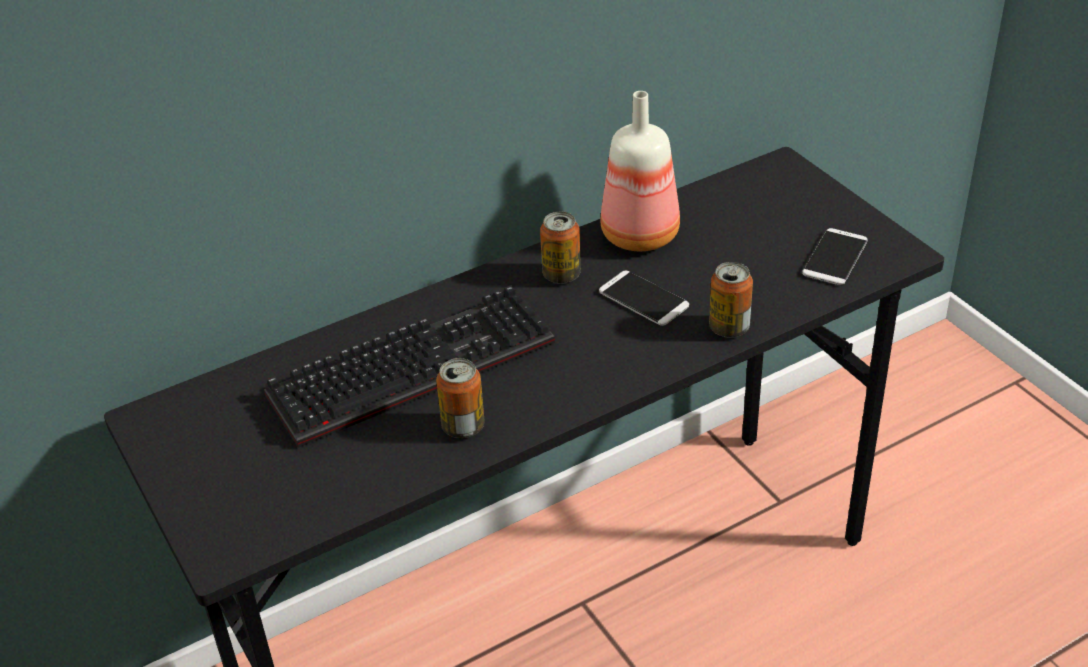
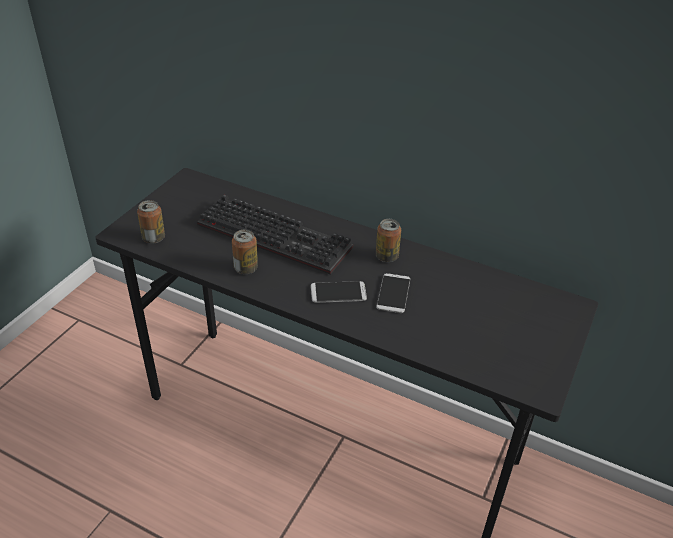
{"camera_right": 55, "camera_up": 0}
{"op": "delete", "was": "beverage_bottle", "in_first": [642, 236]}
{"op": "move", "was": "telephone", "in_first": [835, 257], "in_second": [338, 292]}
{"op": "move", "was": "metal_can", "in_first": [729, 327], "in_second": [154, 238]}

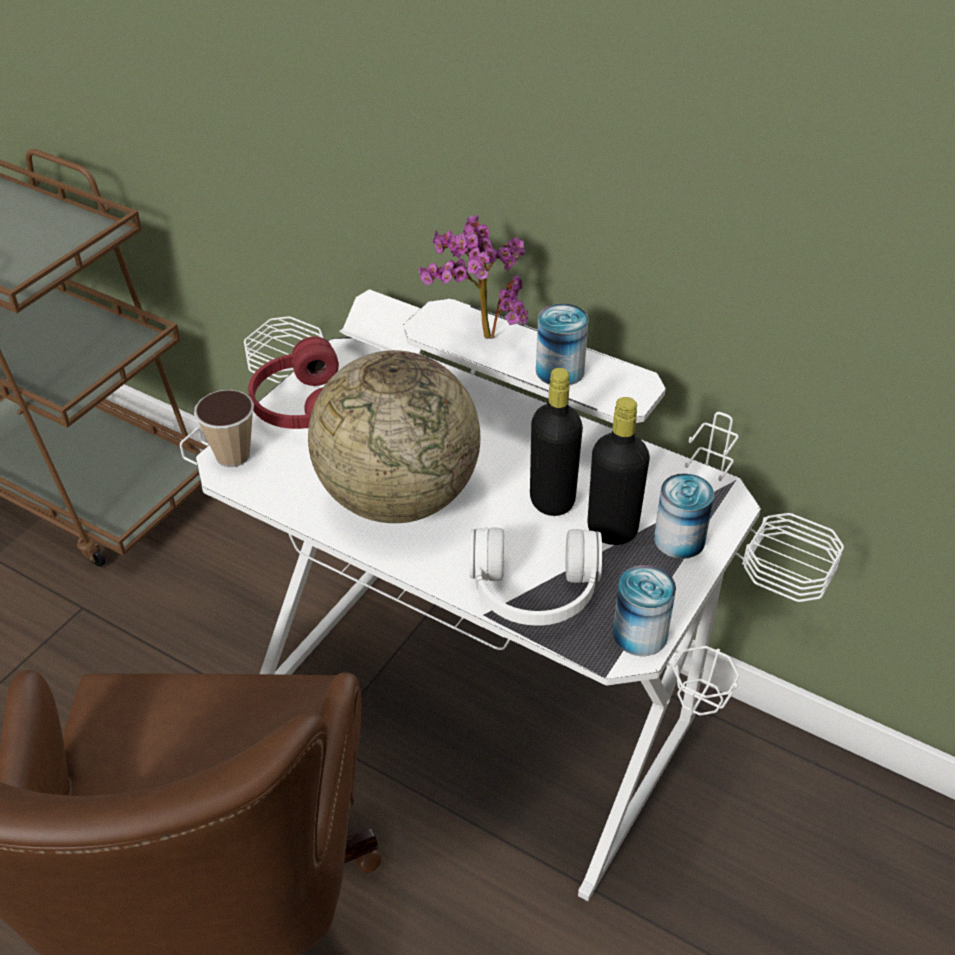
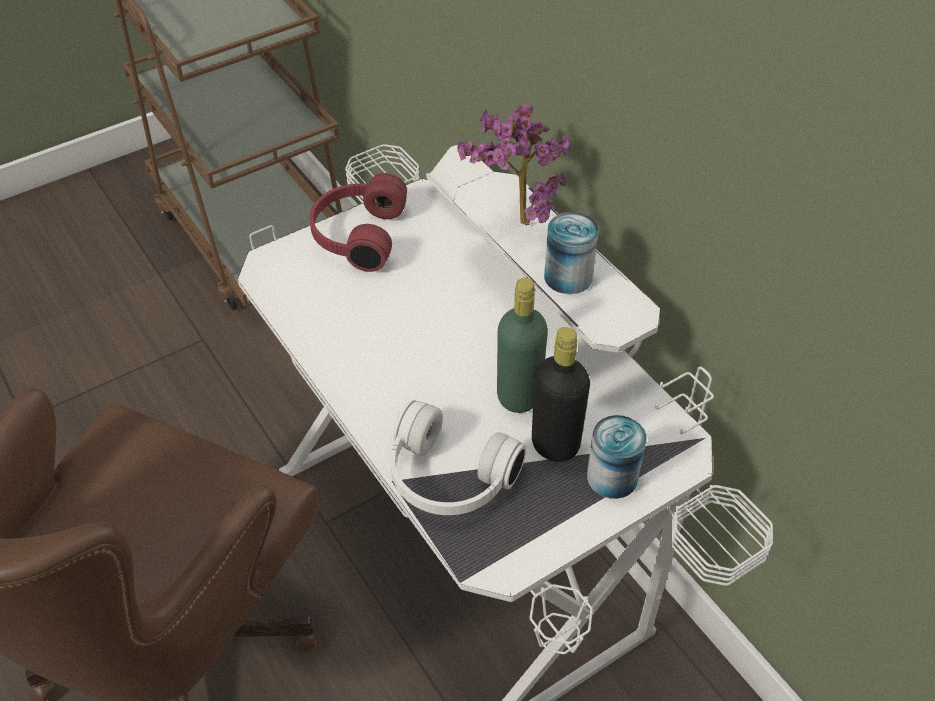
{"camera_right": 25, "camera_up": 5}
{"op": "delete", "was": "desk_globe", "in_first": [398, 497]}
{"op": "recolor", "was": "black_beverage_bottle", "now": "greenish_beverage_bottle", "in_first": [552, 500], "in_second": [518, 396]}
{"op": "delete", "was": "drinking_cup", "in_first": [233, 455]}
{"op": "delete", "was": "metal_can", "in_first": [640, 634]}

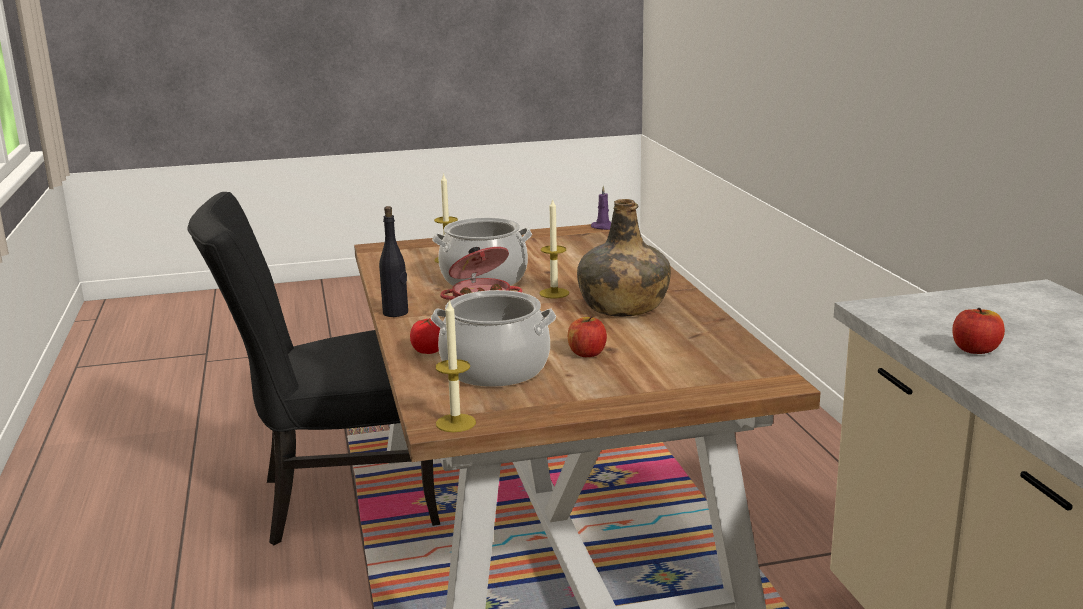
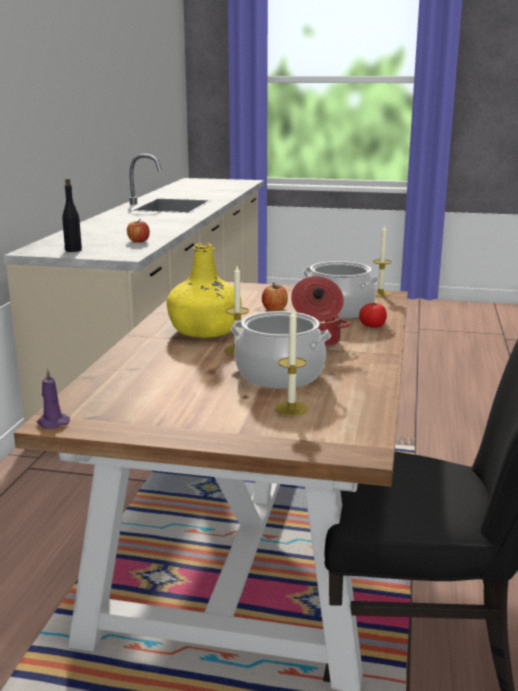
{"camera_right": -155, "camera_up": 0}
{"op": "recolor", "was": "greenish_beverage_bottle", "now": "yellow-coloured_beverage_bottle", "in_first": [622, 307], "in_second": [206, 330]}
{"op": "move", "was": "black_beverage_bottle", "in_first": [396, 313], "in_second": [73, 250]}

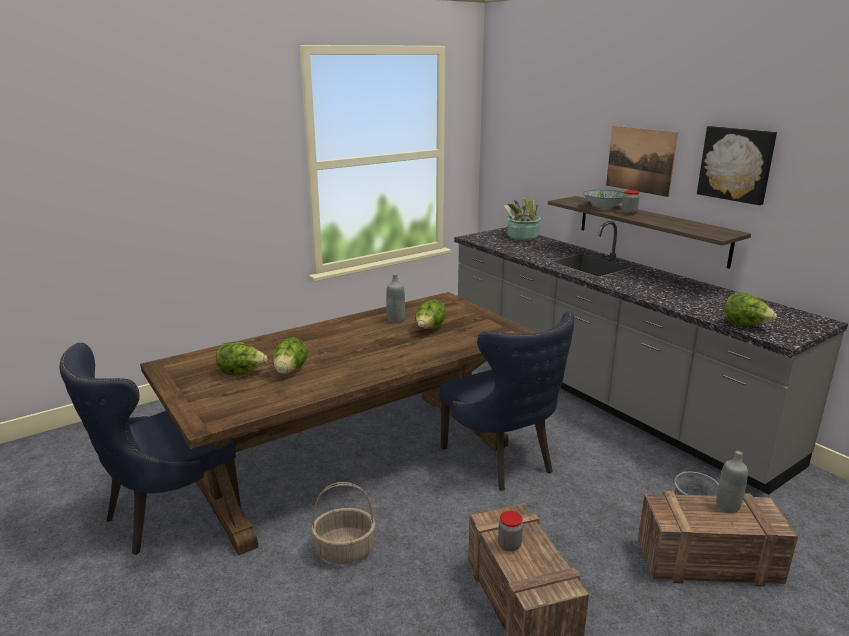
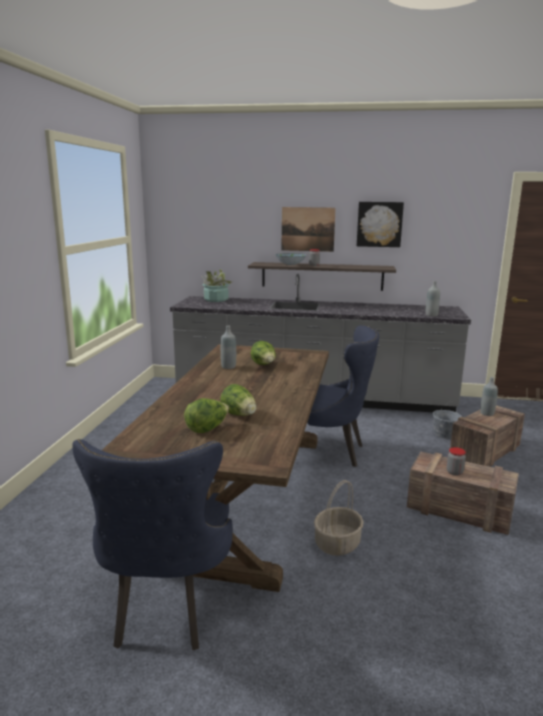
{"camera_right": -45, "camera_up": -5}
{"op": "replace", "was": "lettuce_head", "now": "gray_beverage_bottle", "in_first": [745, 325], "in_second": [431, 315]}

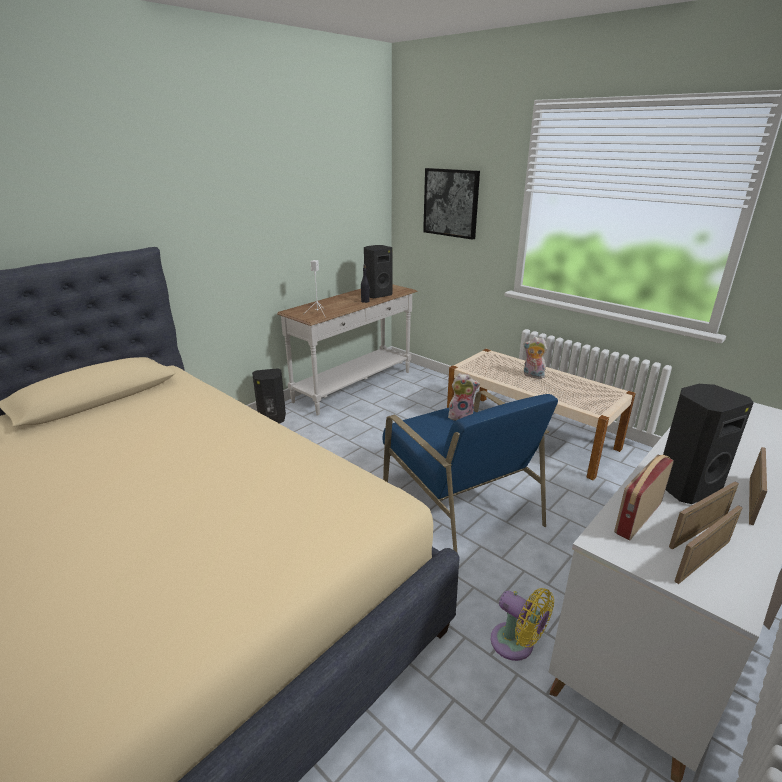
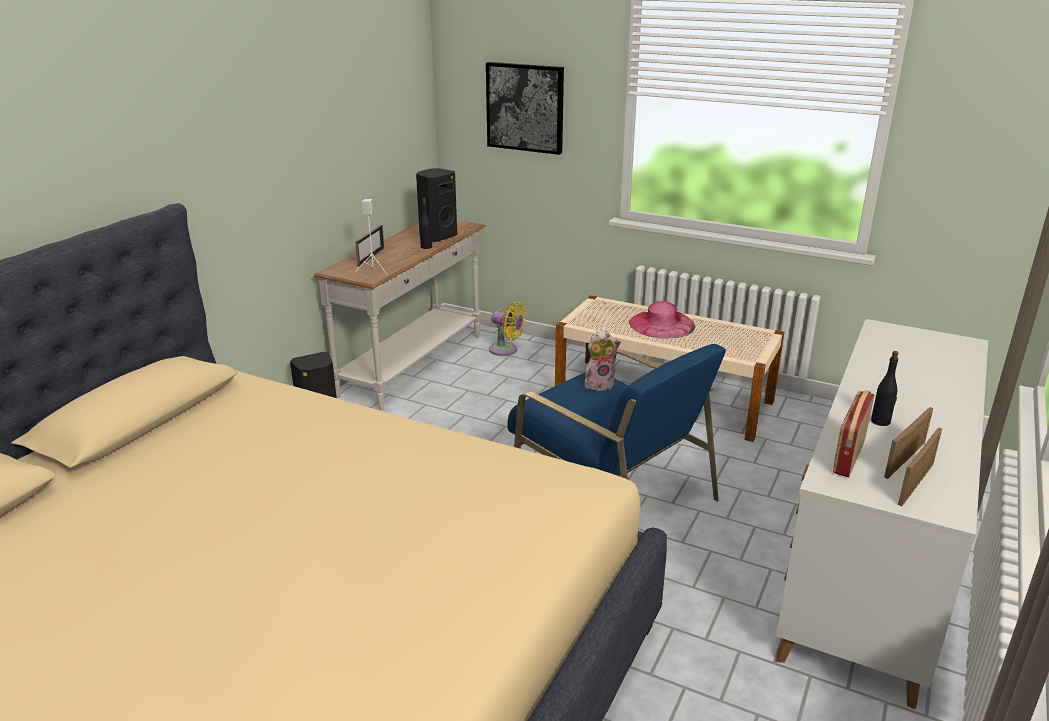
{"camera_right": -15, "camera_up": 0}
{"op": "replace", "was": "soft_toy", "now": "pink-coloured_wearable_hat", "in_first": [532, 376], "in_second": [661, 324]}
{"op": "replace", "was": "black_audio_speaker", "now": "black_beverage_bottle", "in_first": [685, 487], "in_second": [880, 421]}
{"op": "move", "was": "standing_frame", "in_first": [751, 500], "in_second": [371, 257]}
{"op": "move", "was": "yellow-coloured_electric_fan", "in_first": [516, 644], "in_second": [506, 350]}

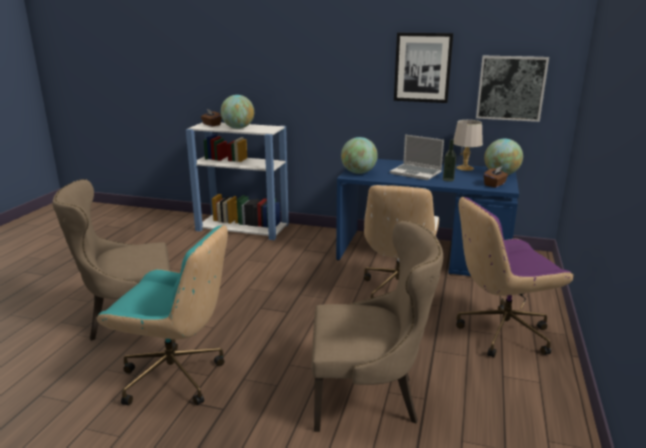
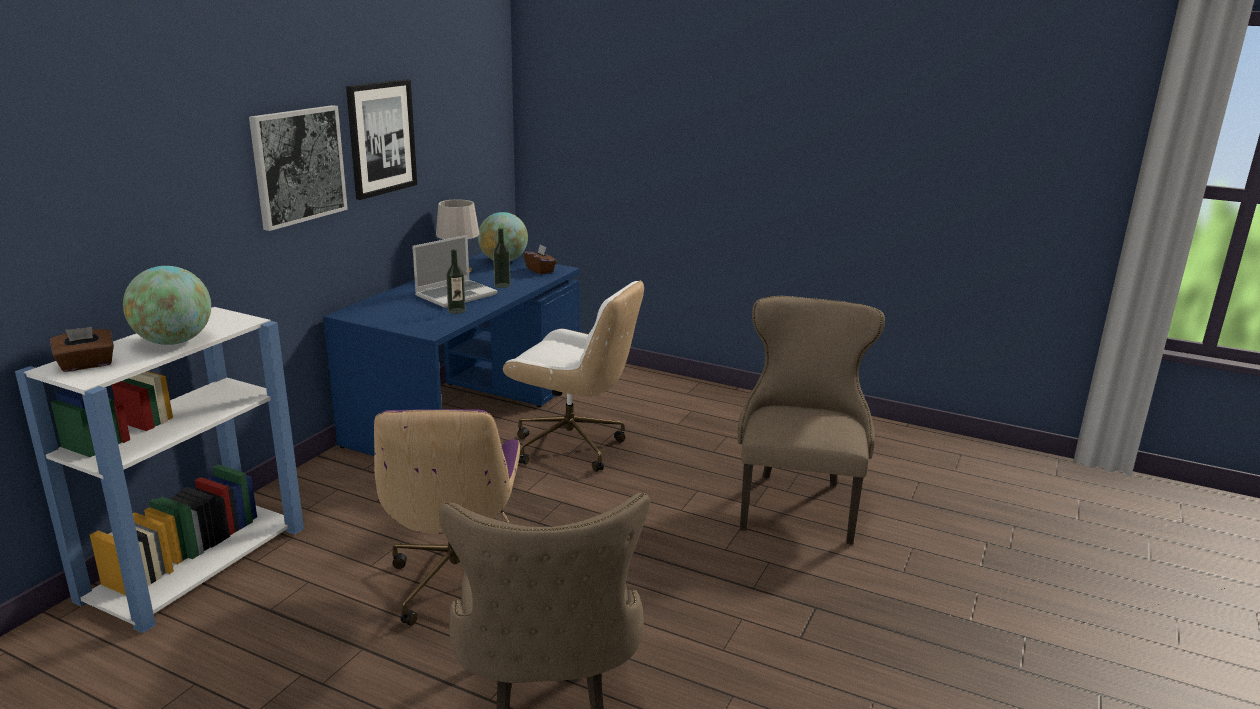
{"camera_right": -80, "camera_up": 0}
{"op": "move", "was": "wall_art", "in_first": [511, 88], "in_second": [298, 165]}
{"op": "delete", "was": "desk_globe", "in_first": [358, 173]}
{"op": "move", "was": "purplish_office_chair", "in_first": [501, 334], "in_second": [455, 587]}
{"op": "delete", "was": "turquoise_office_chair", "in_first": [176, 379]}
{"op": "insert", "now": "beverage_bottle", "in_second": [456, 311]}

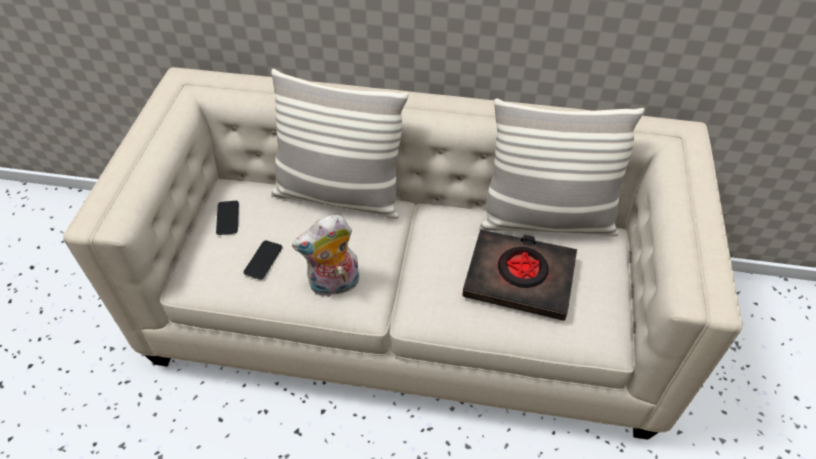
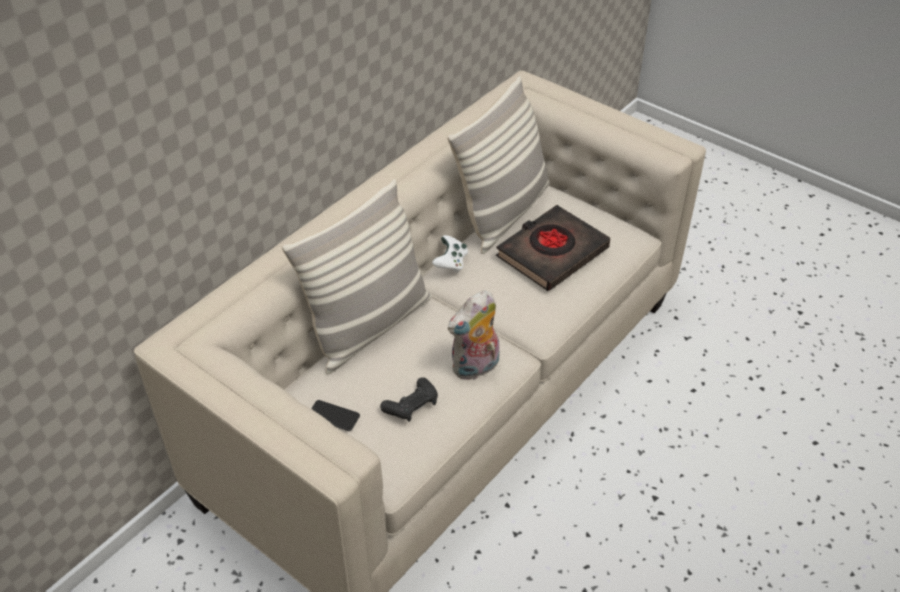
{"camera_right": -60, "camera_up": -5}
{"op": "rotate", "was": "soft_toy", "in_first": [334, 285], "in_second": [476, 368], "clockwise": 45}
{"op": "replace", "was": "telephone", "now": "black_joypad", "in_first": [263, 260], "in_second": [411, 405]}
{"op": "insert", "now": "whitish_joypad", "in_second": [451, 263]}

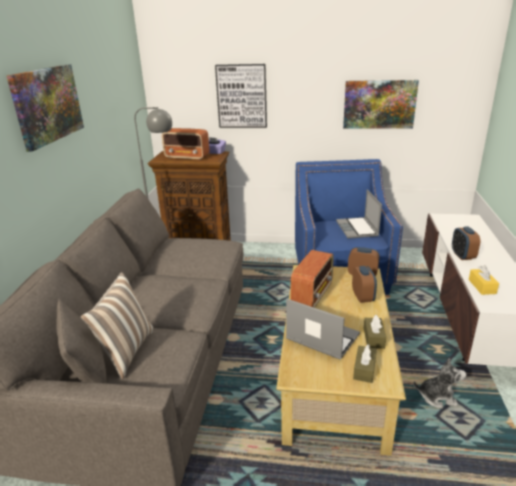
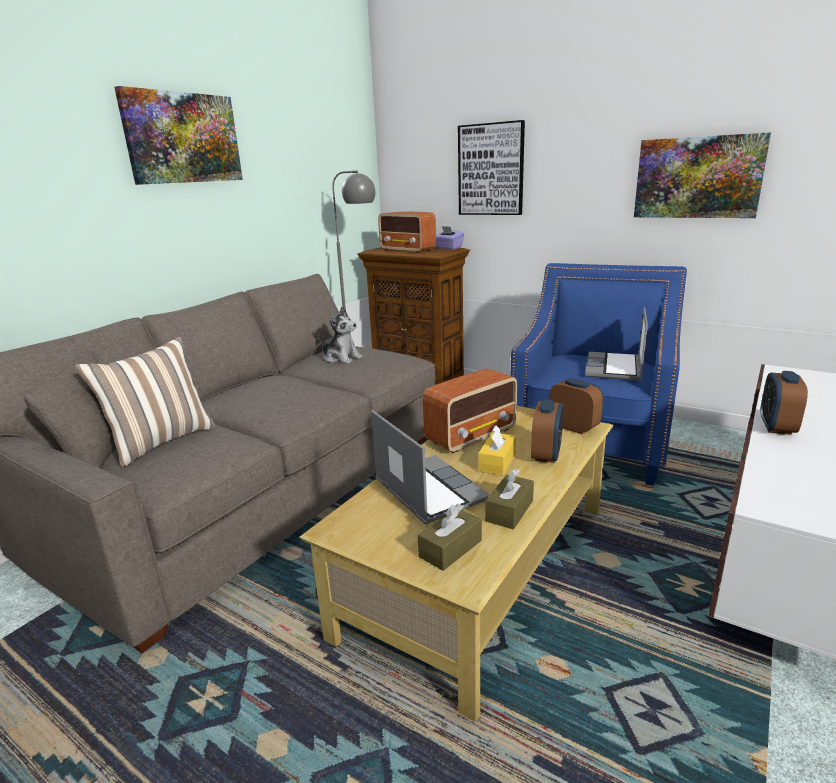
{"camera_right": 25, "camera_up": -5}
{"op": "move", "was": "yellow-coloured_box_of_tissues", "in_first": [482, 286], "in_second": [497, 462]}
{"op": "move", "was": "soft_toy", "in_first": [437, 397], "in_second": [341, 358]}

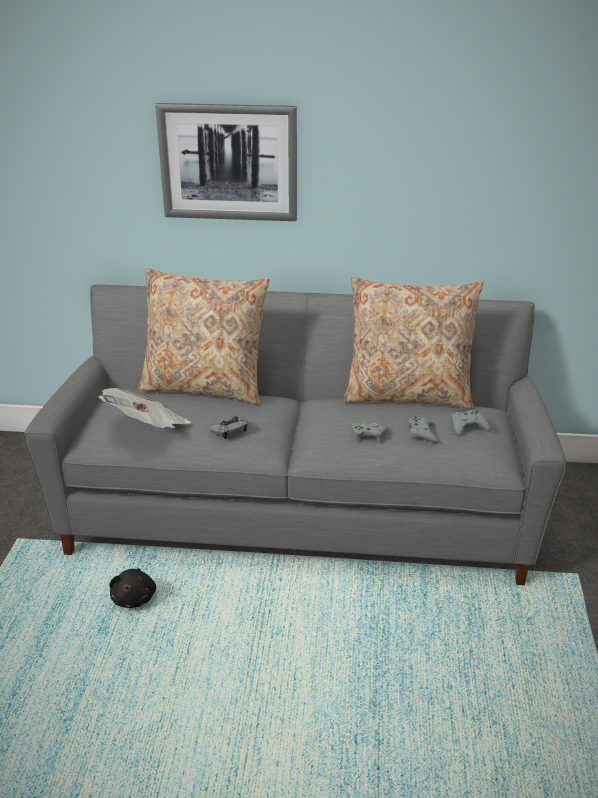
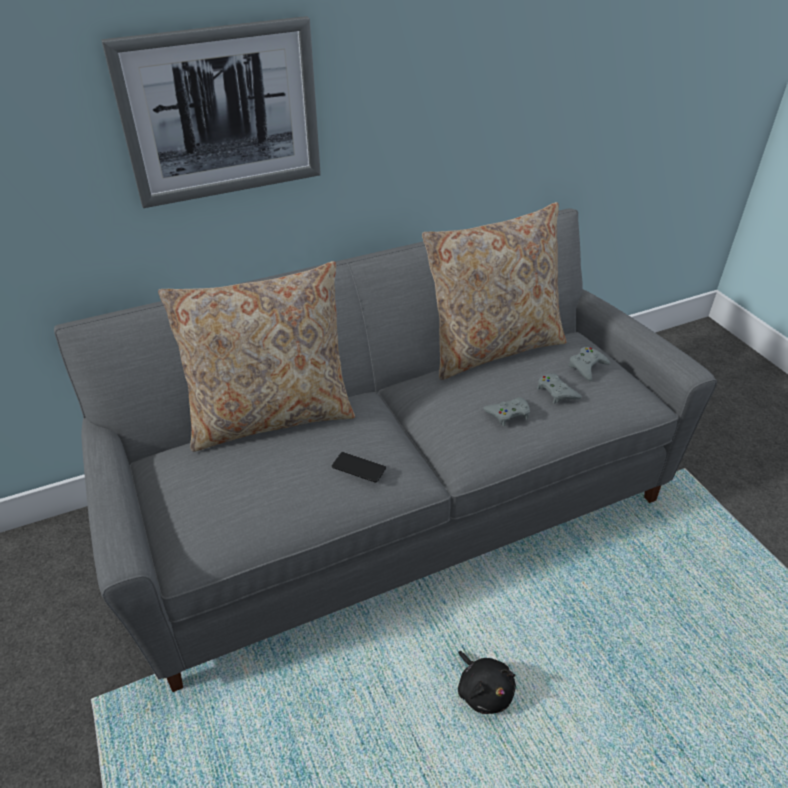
{"camera_right": -30, "camera_up": 10}
{"op": "delete", "was": "daily_paper", "in_first": [147, 428]}
{"op": "replace", "was": "gray_joypad", "now": "telephone", "in_first": [229, 430], "in_second": [358, 467]}
{"op": "move", "was": "black_soft_toy", "in_first": [134, 598], "in_second": [483, 690]}

